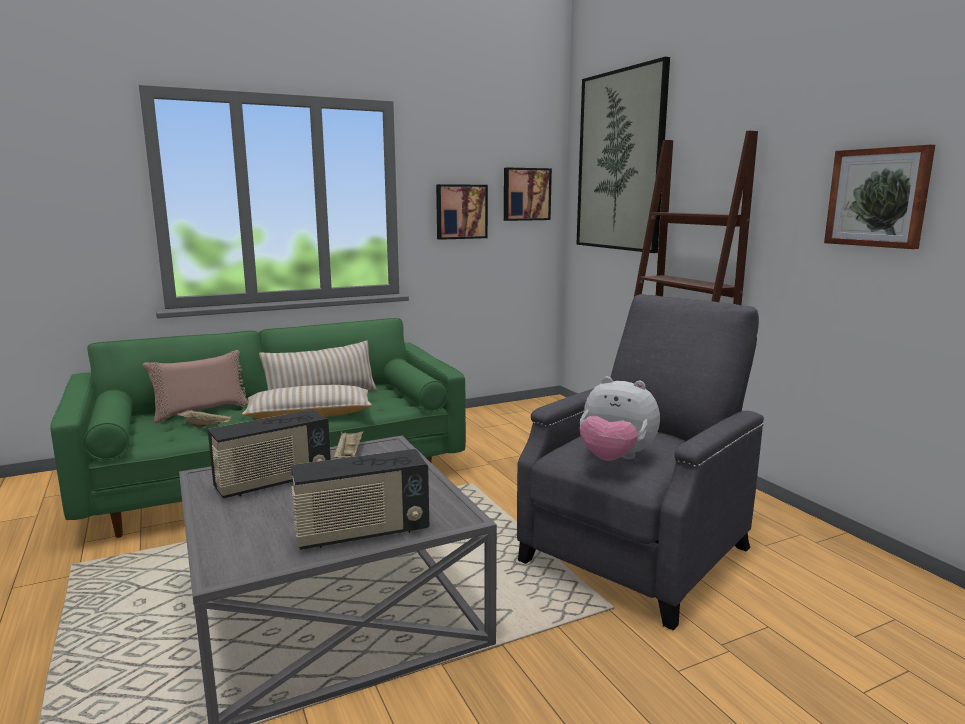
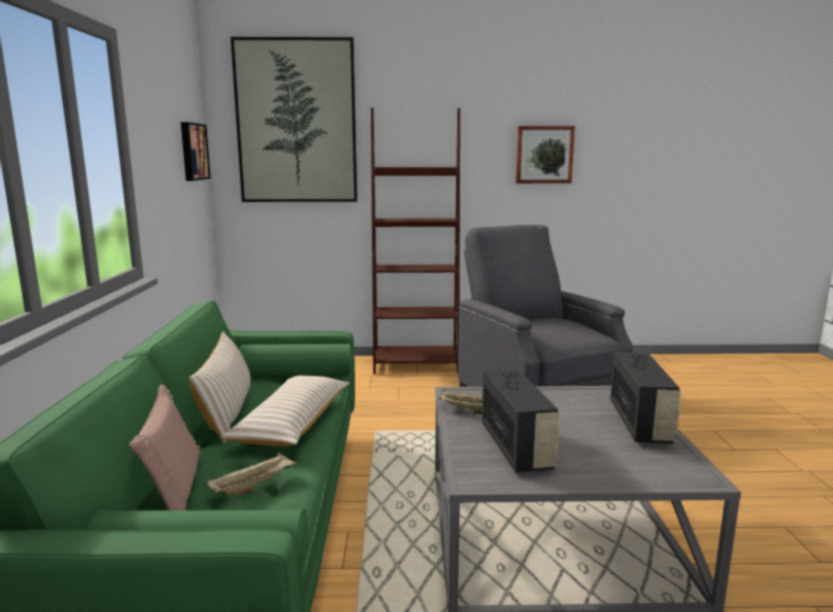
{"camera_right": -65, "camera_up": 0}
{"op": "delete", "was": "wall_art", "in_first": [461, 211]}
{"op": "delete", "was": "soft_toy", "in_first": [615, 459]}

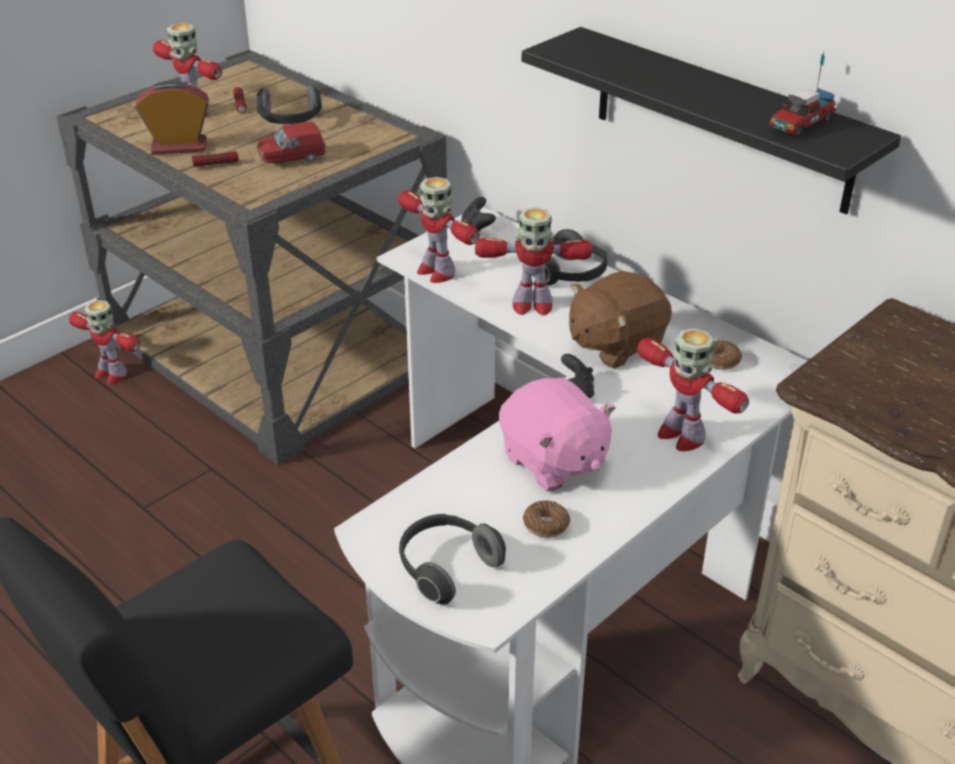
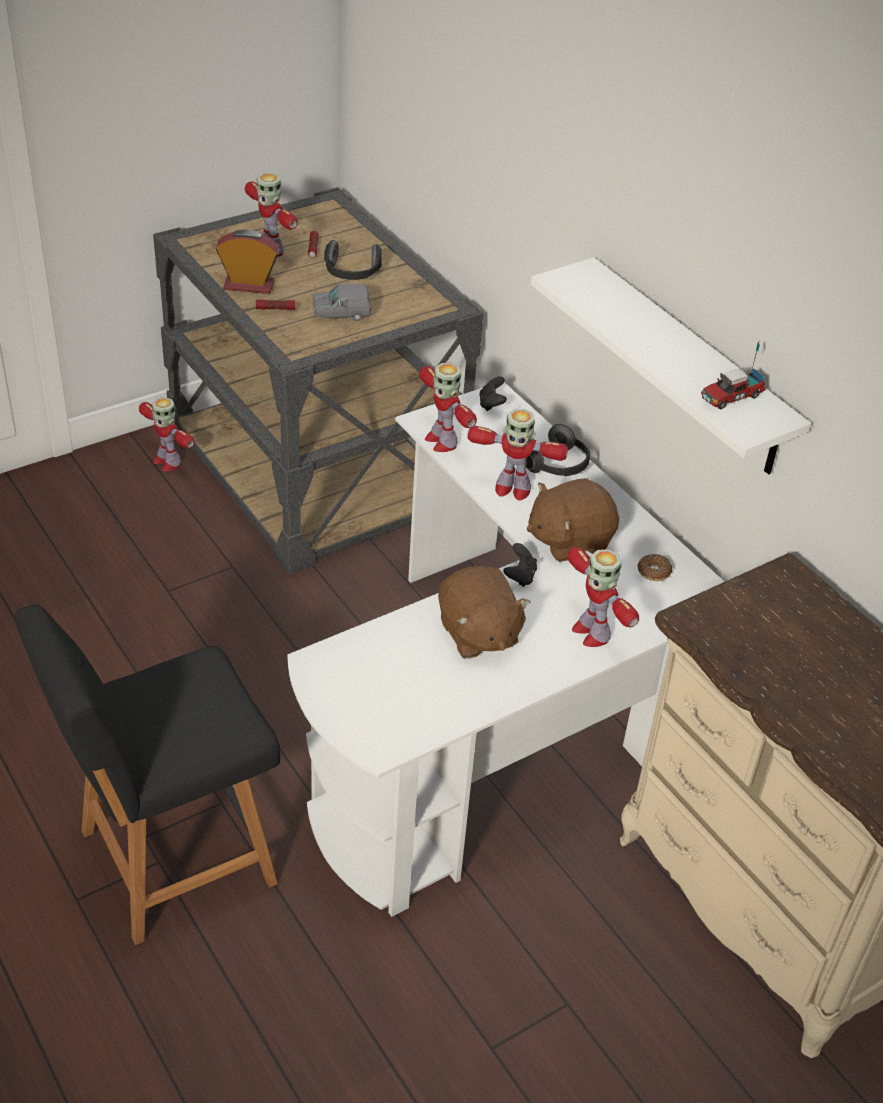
{"camera_right": 10, "camera_up": 5}
{"op": "recolor", "was": "black_wall_shelf", "now": "whitish_wall_shelf", "in_first": [721, 119], "in_second": [688, 368]}
{"op": "recolor", "was": "red_miniature_car", "now": "gray_miniature_car", "in_first": [292, 159], "in_second": [341, 314]}
{"op": "recolor", "was": "pink-coloured_soft_toy", "now": "brown_soft_toy", "in_first": [553, 461], "in_second": [477, 634]}
{"op": "delete", "was": "donut", "in_first": [546, 525]}
{"op": "delete", "was": "pair_of_headphones", "in_first": [446, 568]}

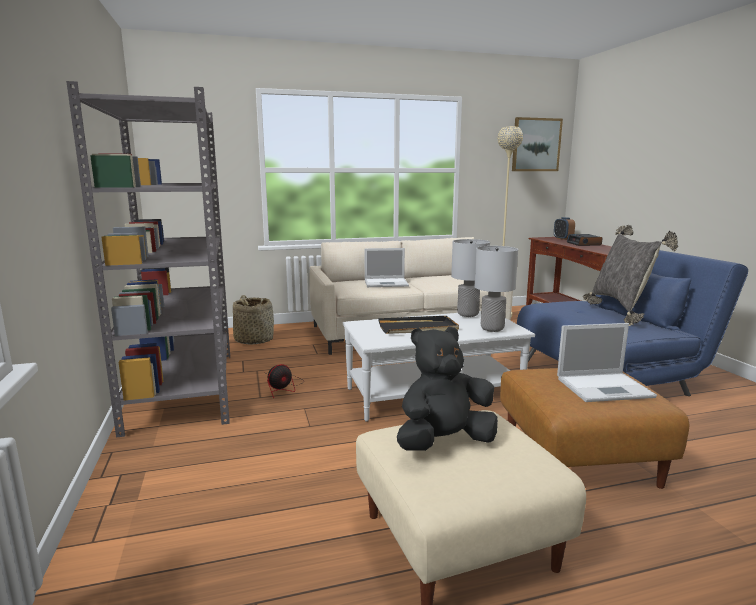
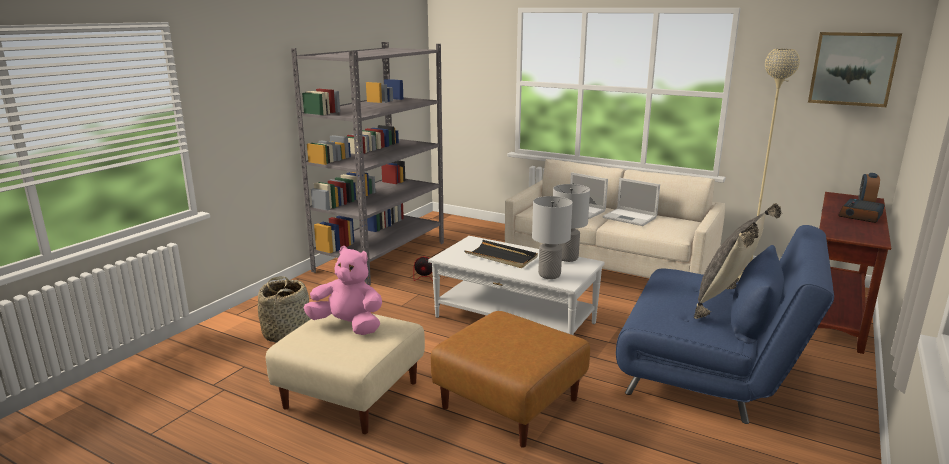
{"camera_right": 45, "camera_up": 5}
{"op": "move", "was": "storage_basket", "in_first": [254, 340], "in_second": [287, 333]}
{"op": "move", "was": "portable_computer", "in_first": [605, 387], "in_second": [630, 217]}
{"op": "recolor", "was": "black_soft_toy", "now": "pink-coloured_soft_toy", "in_first": [444, 442], "in_second": [348, 326]}

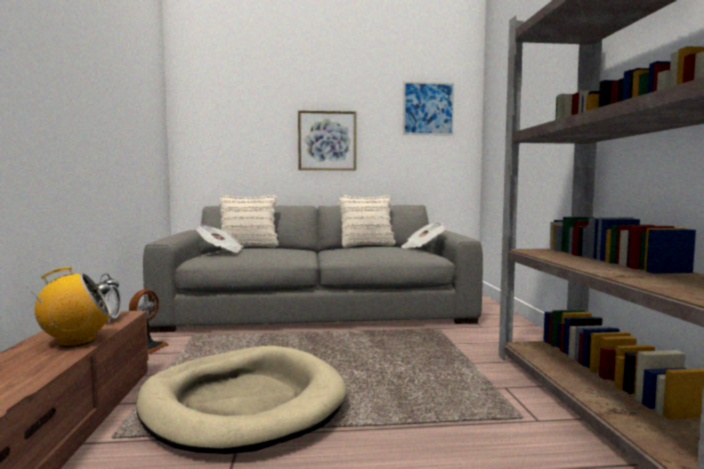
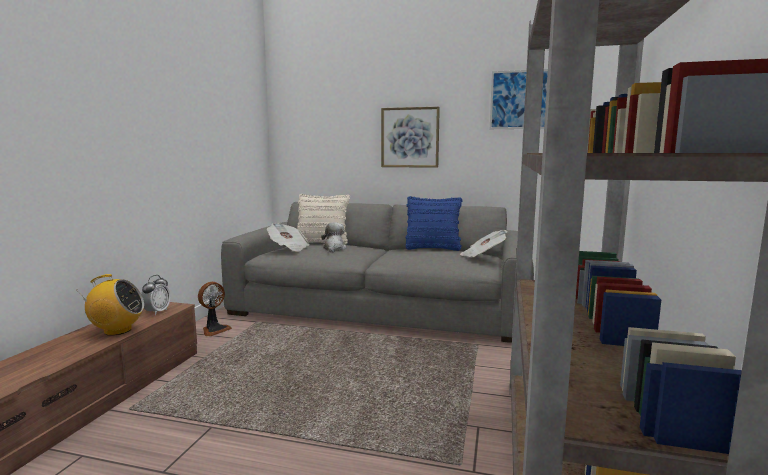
{"camera_right": 20, "camera_up": 5}
{"op": "recolor", "was": "sand-coloured_pillow", "now": "blue_pillow", "in_first": [367, 246], "in_second": [433, 248]}
{"op": "delete", "was": "sand-coloured_dog_cushion", "in_first": [243, 403]}
{"op": "insert", "now": "soft_toy", "in_second": [334, 249]}

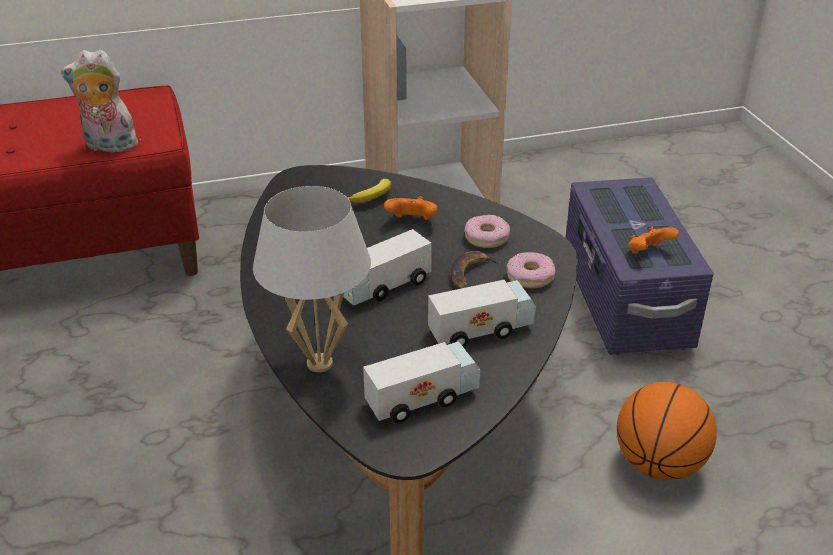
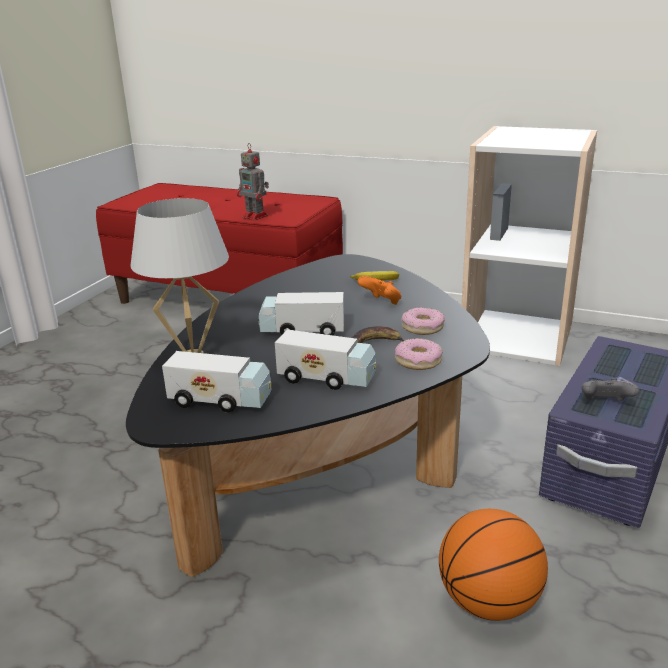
{"camera_right": 40, "camera_up": -10}
{"op": "replace", "was": "soft_toy", "now": "model_robot", "in_first": [108, 146], "in_second": [256, 217]}
{"op": "recolor", "was": "orange_joypad", "now": "gray_joypad", "in_first": [648, 253], "in_second": [605, 404]}

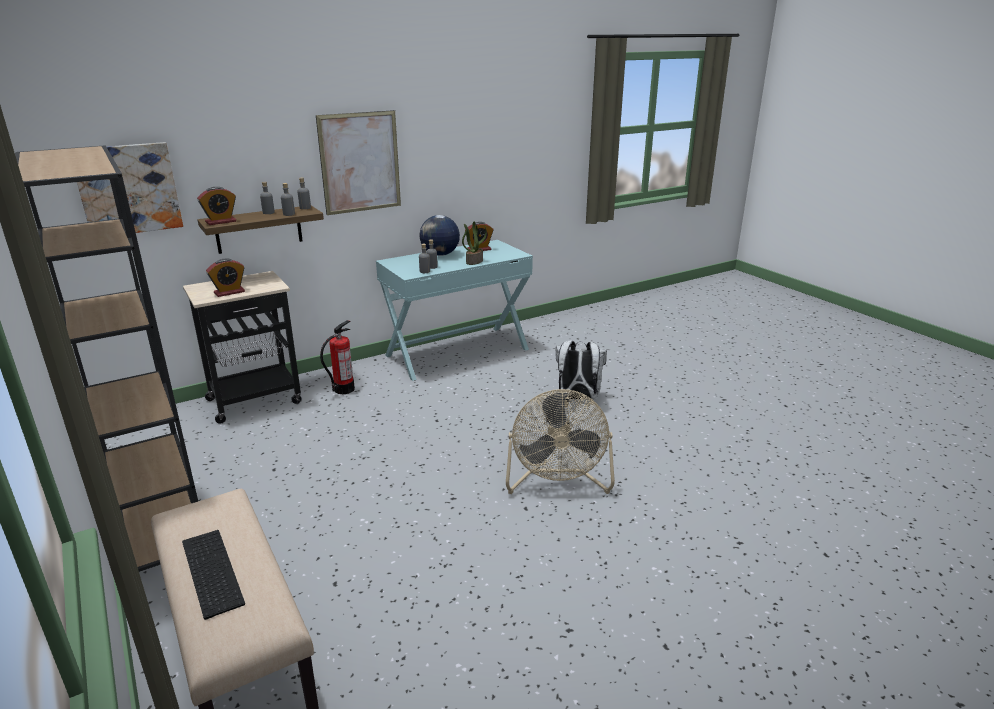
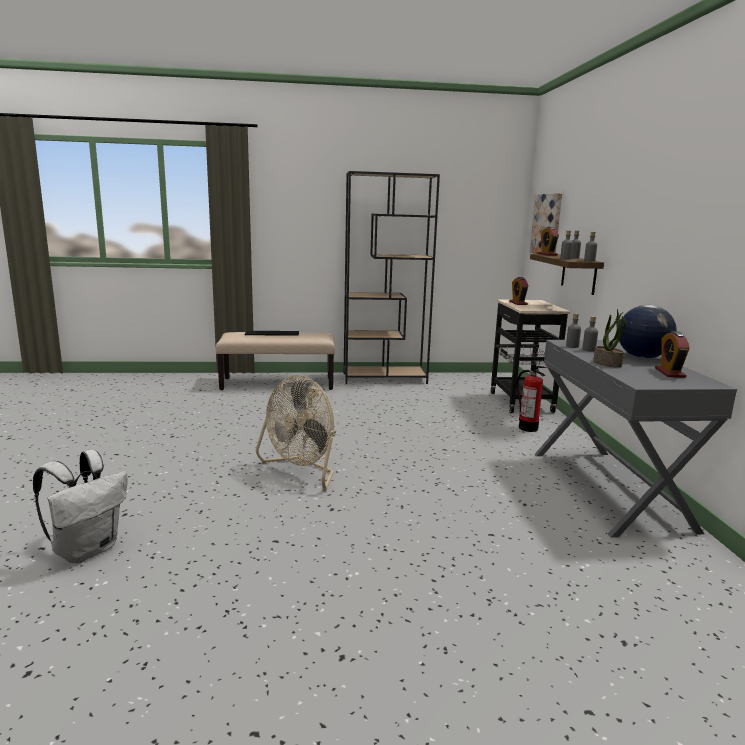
{"camera_right": 115, "camera_up": -10}
{"op": "delete", "was": "wall_art", "in_first": [360, 162]}
{"op": "recolor", "was": "turquoise_desk", "now": "gray_desk", "in_first": [457, 352], "in_second": [609, 488]}
{"op": "move", "was": "whitish_rucksack", "in_first": [577, 398], "in_second": [87, 549]}
{"op": "rotate", "was": "sand-coloured_electric_fan", "in_first": [553, 480], "in_second": [303, 469], "clockwise": -75}

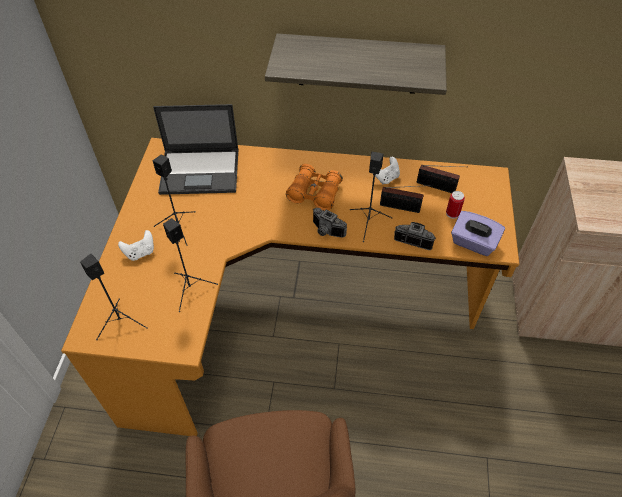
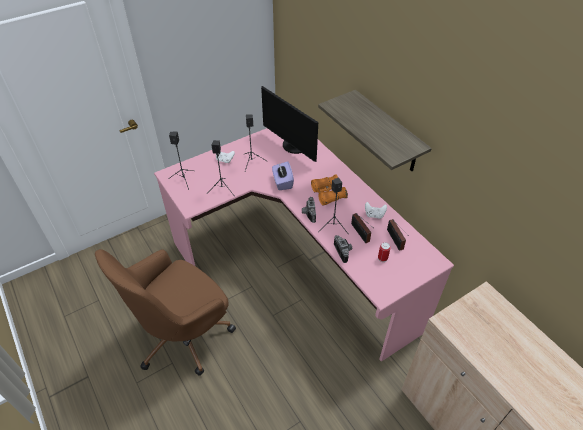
{"camera_right": 50, "camera_up": -5}
{"op": "replace", "was": "portable_computer", "now": "monitor", "in_first": [201, 171], "in_second": [293, 146]}
{"op": "recolor", "was": "orange_desk", "now": "pink-coloured_desk", "in_first": [288, 312], "in_second": [298, 263]}
{"op": "move", "was": "purplish_box_of_tissues", "in_first": [473, 243], "in_second": [282, 182]}

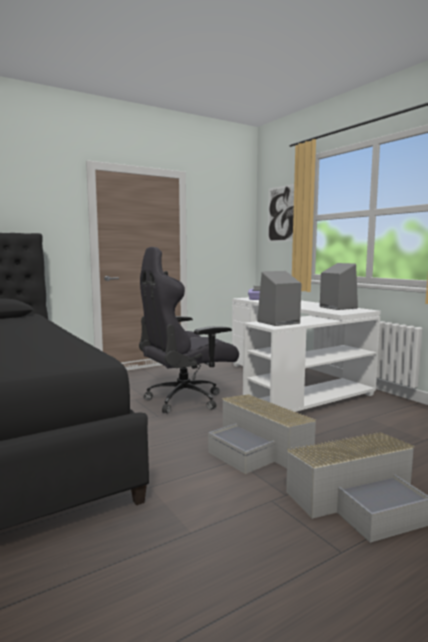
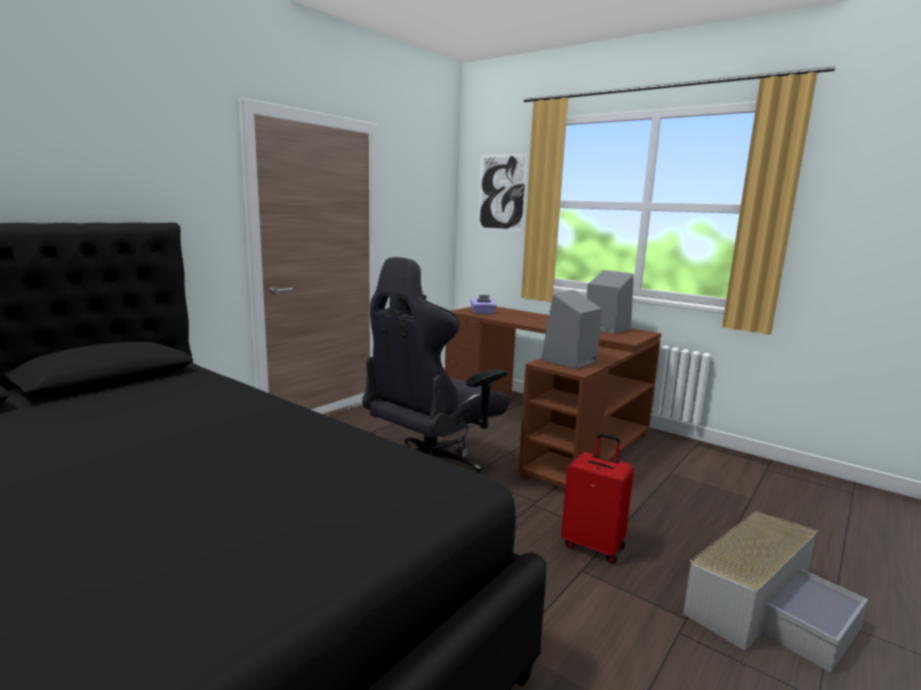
{"camera_right": -20, "camera_up": 5}
{"op": "recolor", "was": "whitish_desk", "now": "brown_desk", "in_first": [294, 385], "in_second": [547, 429]}
{"op": "replace", "was": "gray_storage_container", "now": "red_travel_case", "in_first": [259, 449], "in_second": [593, 545]}

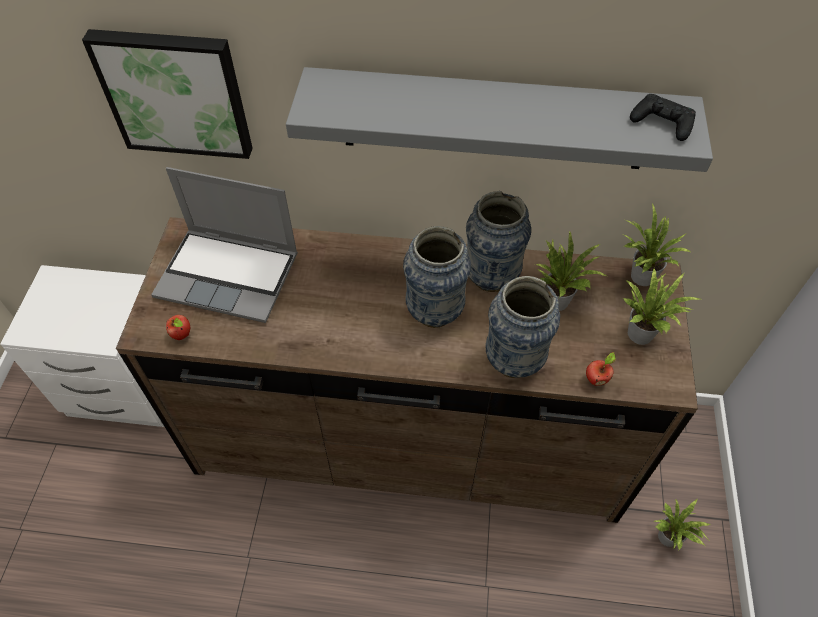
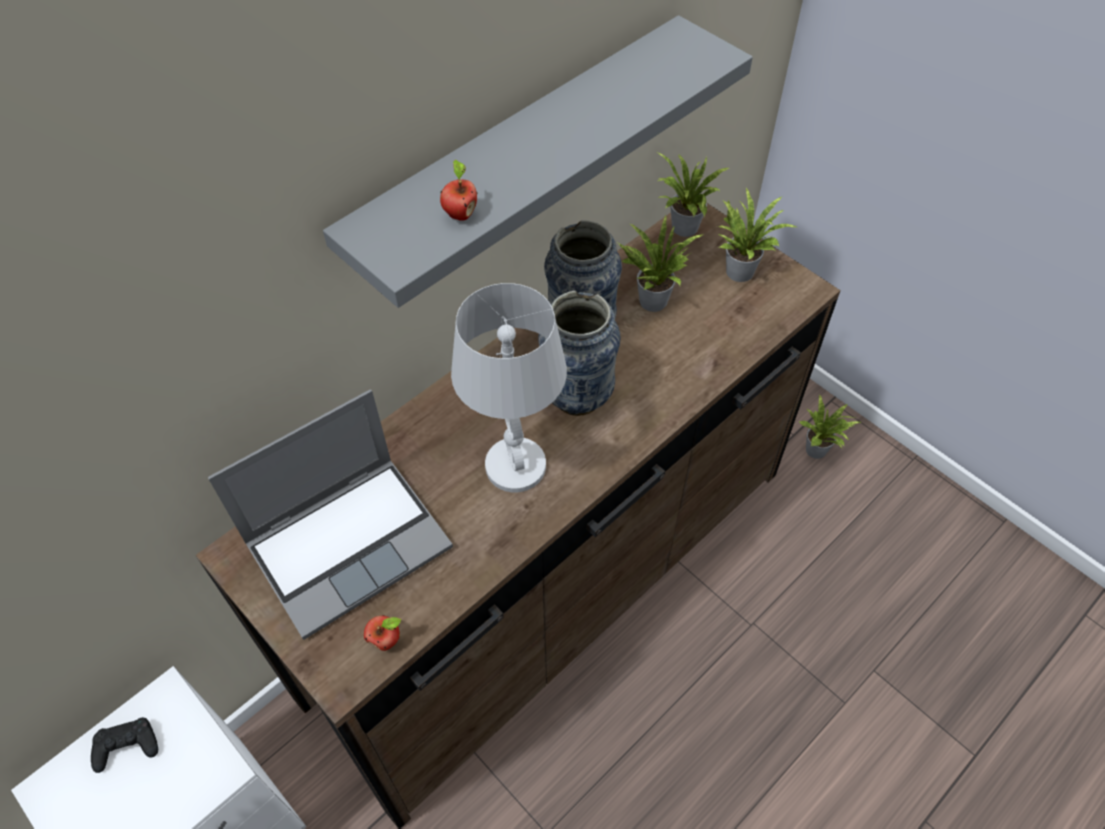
{"camera_right": -50, "camera_up": 0}
{"op": "delete", "was": "wall_art", "in_first": [176, 92]}
{"op": "move", "was": "black_joypad", "in_first": [662, 123], "in_second": [127, 746]}
{"op": "delete", "was": "vase", "in_first": [514, 361]}
{"op": "move", "was": "apple_fruit", "in_first": [596, 379], "in_second": [460, 214]}
{"op": "insert", "now": "whitish_table_lamp", "in_second": [516, 466]}

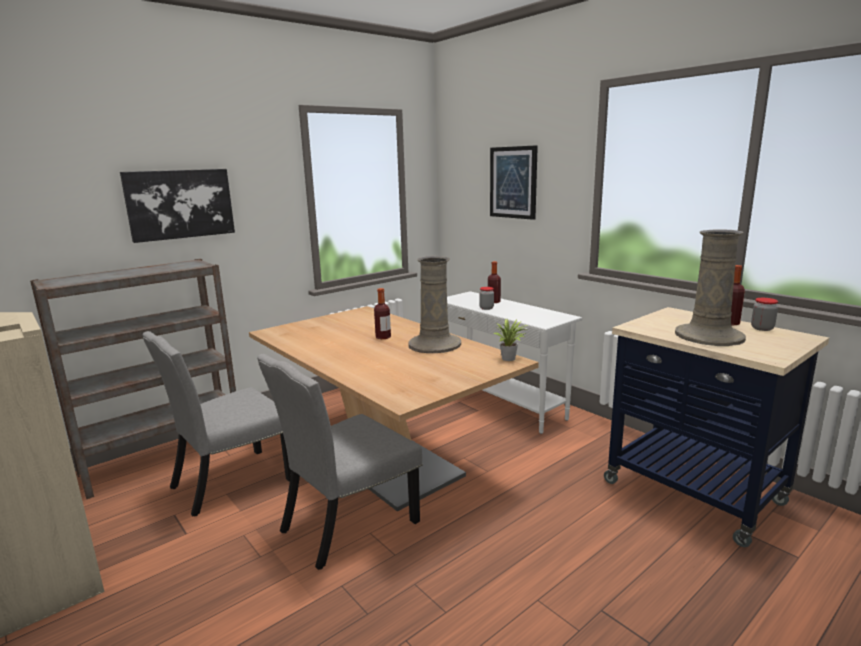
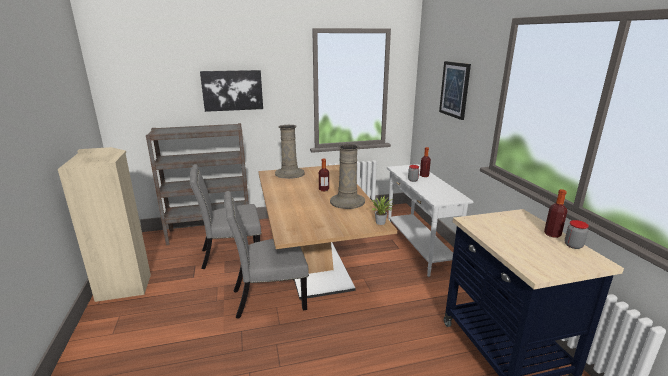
{"camera_right": 25, "camera_up": 5}
{"op": "move", "was": "sand-coloured_vase", "in_first": [709, 336], "in_second": [290, 174]}

